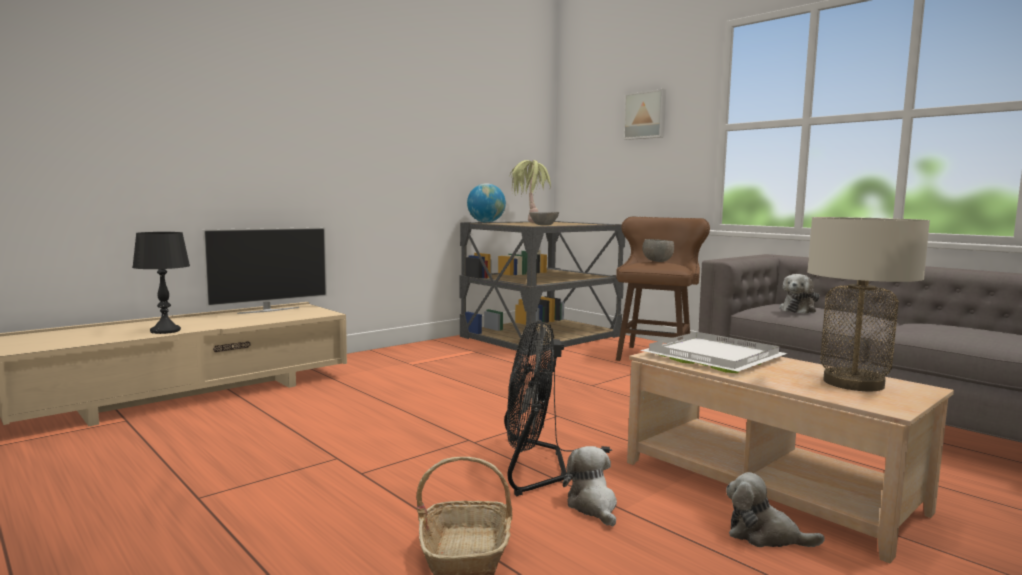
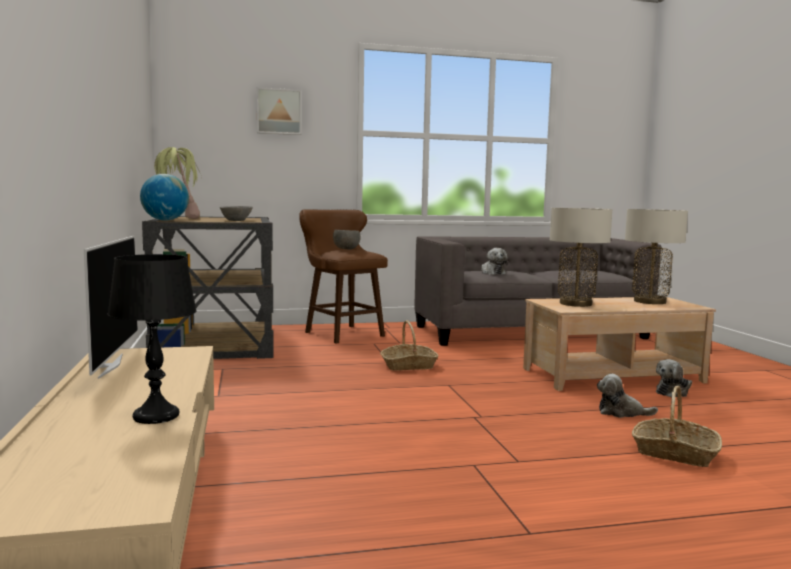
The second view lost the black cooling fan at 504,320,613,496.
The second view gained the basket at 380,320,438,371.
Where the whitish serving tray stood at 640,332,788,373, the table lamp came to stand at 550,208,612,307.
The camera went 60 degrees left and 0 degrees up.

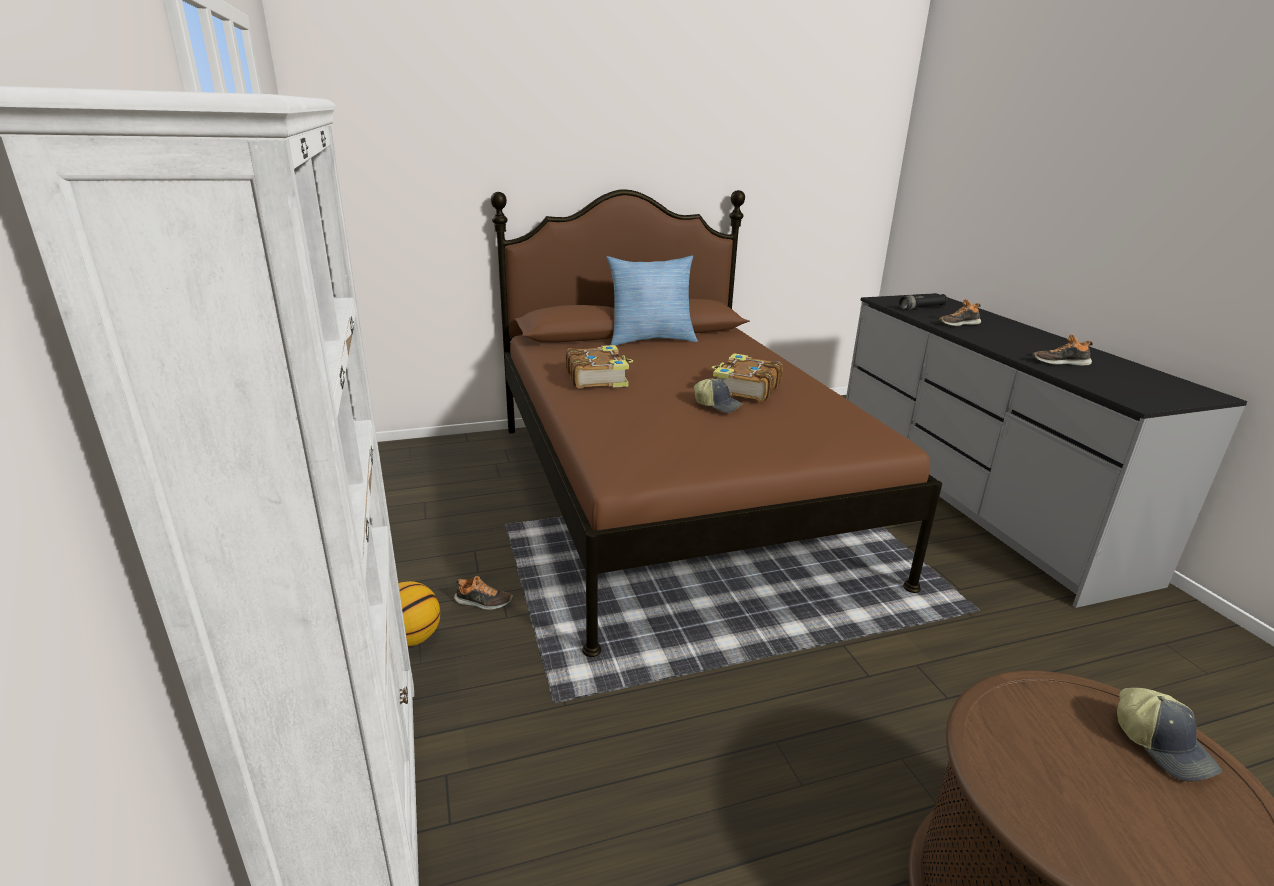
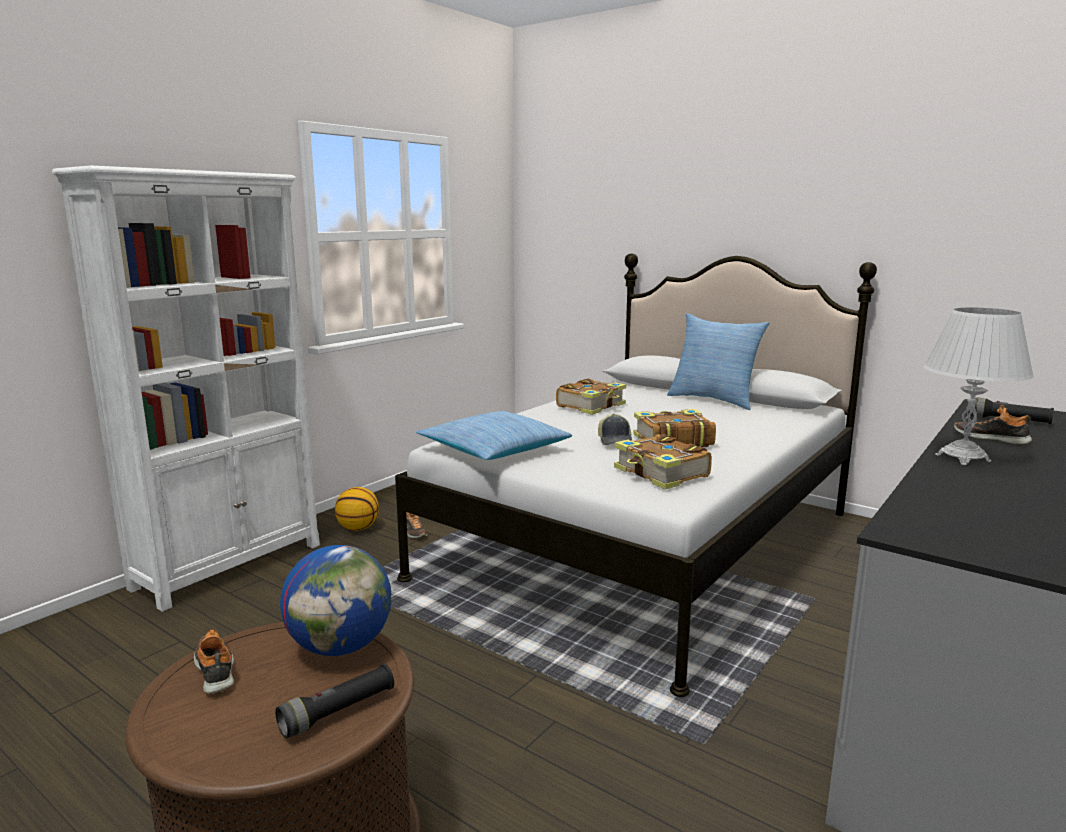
The second view gained the globe at 280,545,391,656.
The second view gained the throw pillow at 416,411,572,460.
The second view gained the volume at 614,434,712,490.
The second view gained the whitish table lamp at 924,308,1034,465.
The shoe ended up elsewhere, having gone from 1033,334,1093,366 to 194,630,234,694.
Where the cap stood at 1117,688,1222,782, the black torch came to stand at 275,664,394,738.
What was the brownish sleeping bed at 491,189,942,657 turned into the whitish sleeping bed at 395,254,877,697.
The camera went 55 degrees right and 10 degrees down.

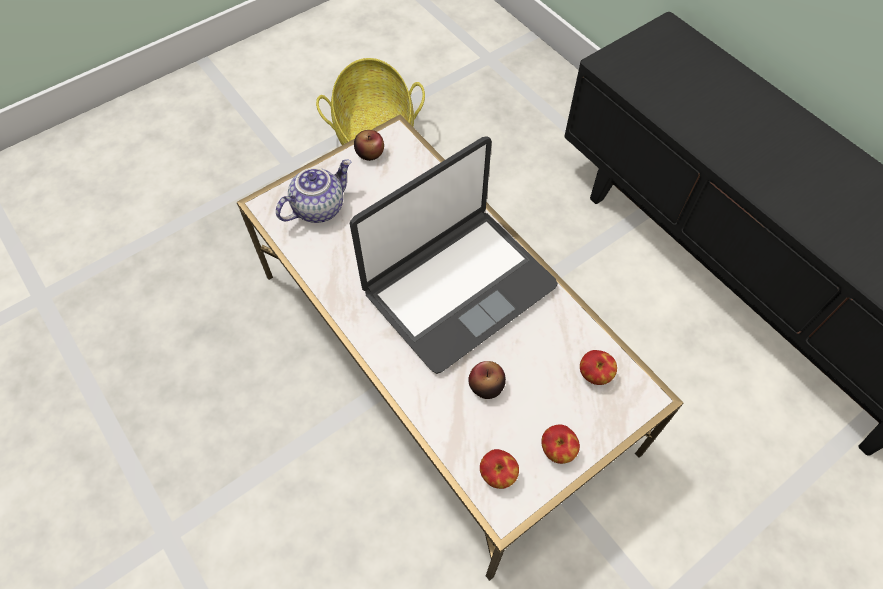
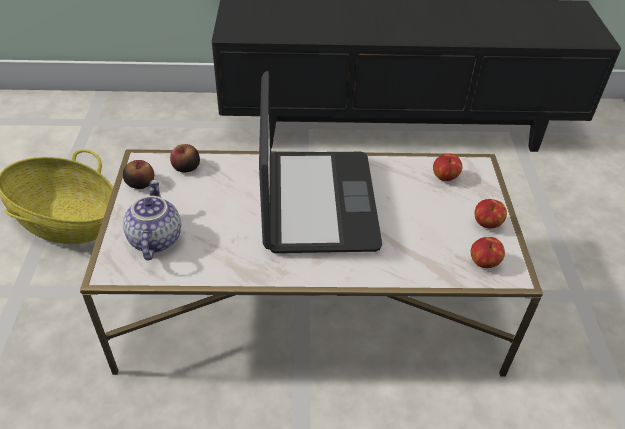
The whole apple ended up elsewhere, having gone from 468,361,506,399 to 170,144,200,172.
The camera went 55 degrees left and 15 degrees down.

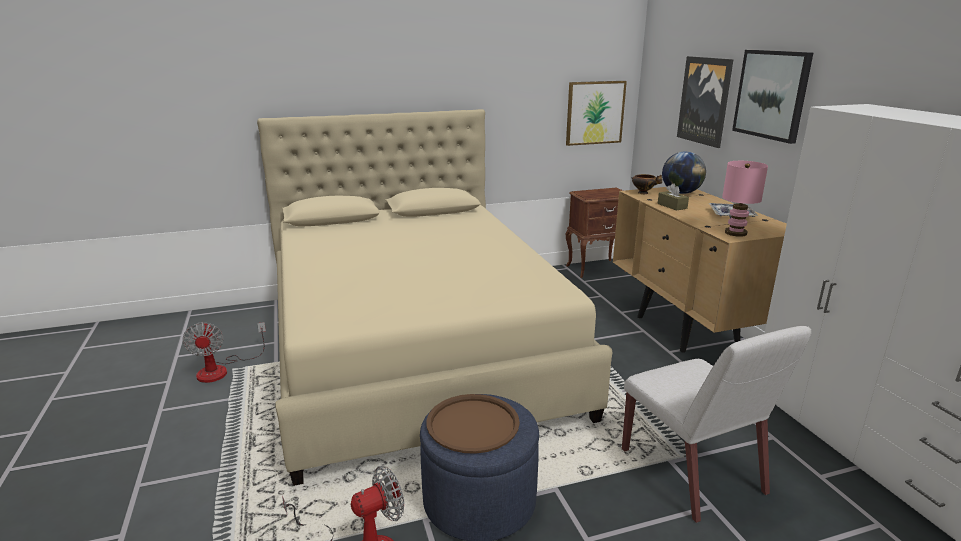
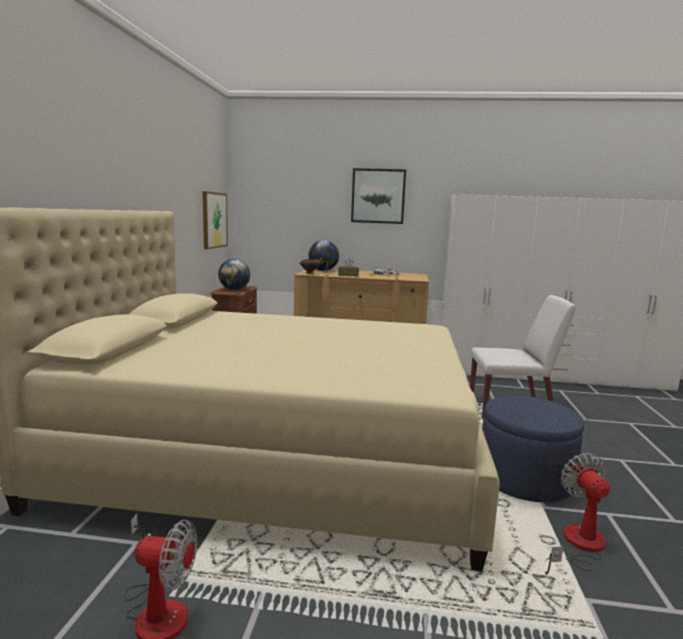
The second view lost the brownish serving tray at 426,394,520,454.
The second view lost the picture at 677,56,734,148.
The second view lost the pink-coloured table lamp at 722,161,768,237.
The second view gained the globe at 218,259,250,290.
The camera went 65 degrees left and 10 degrees down.

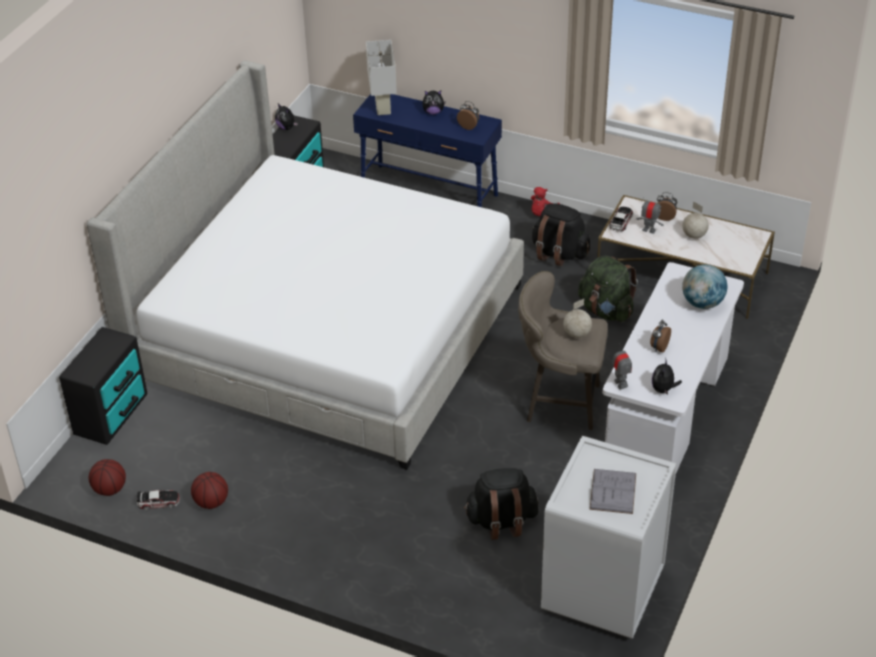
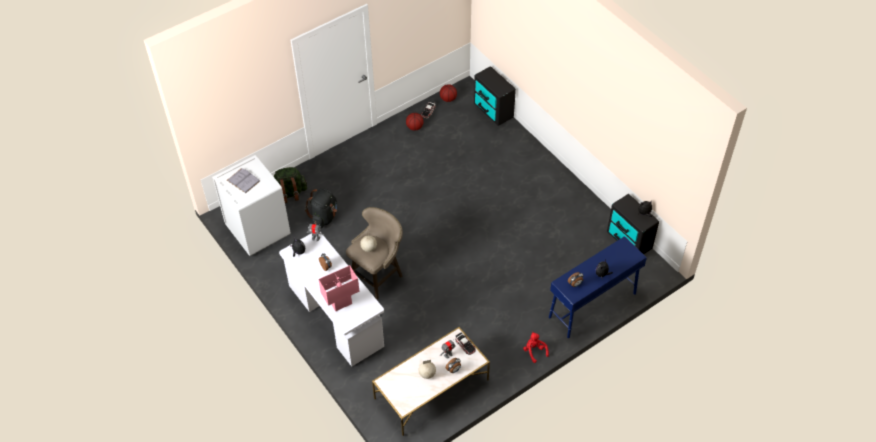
The second view lost the sleeping bed at 87,60,524,470.
The second view lost the whitish table lamp at 366,40,397,115.
The second view lost the black backpack at 532,203,590,266.
The greenish backpack ended up elsewhere, having gone from 578,256,638,322 to 274,167,307,203.
Where the globe stood at 682,264,727,309, the pink-coloured table lamp came to stand at 318,265,360,311.
The camera went 120 degrees right and 10 degrees up.

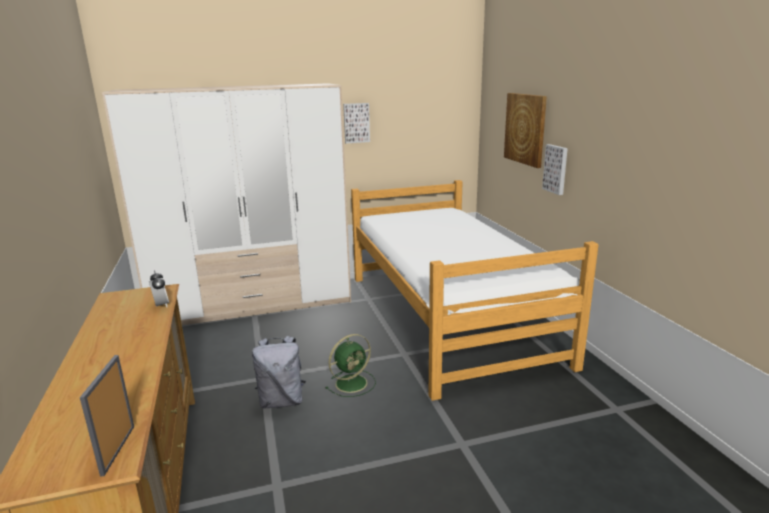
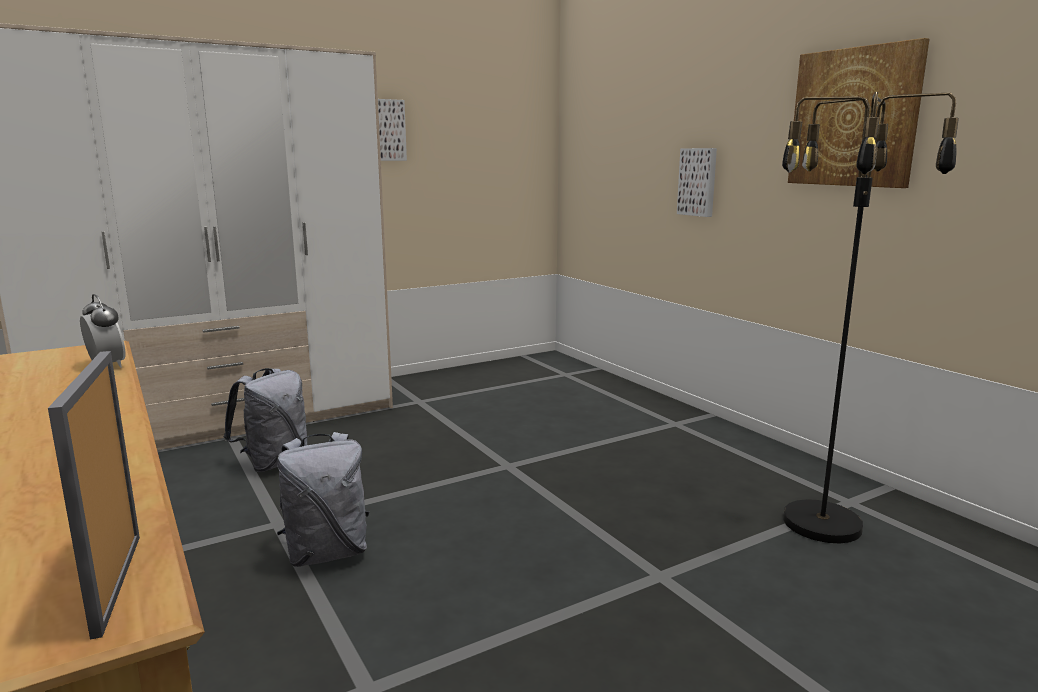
The second view lost the greenish cooling fan at 326,334,376,397.
The second view lost the sleeping bed at 351,180,599,401.
The second view gained the grey backpack at 223,368,307,472.
The second view gained the standing lamp at 782,92,959,544.
The picture ended up elsewhere, having gone from 504,93,547,168 to 788,38,929,188.
The camera went 15 degrees left and 5 degrees down.

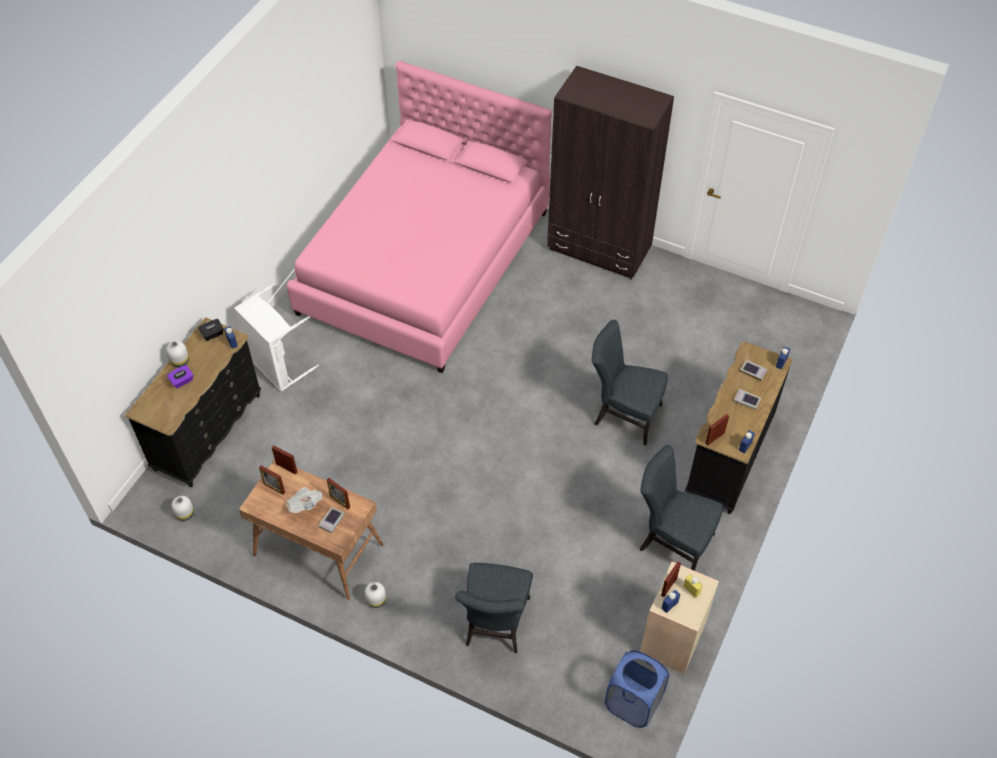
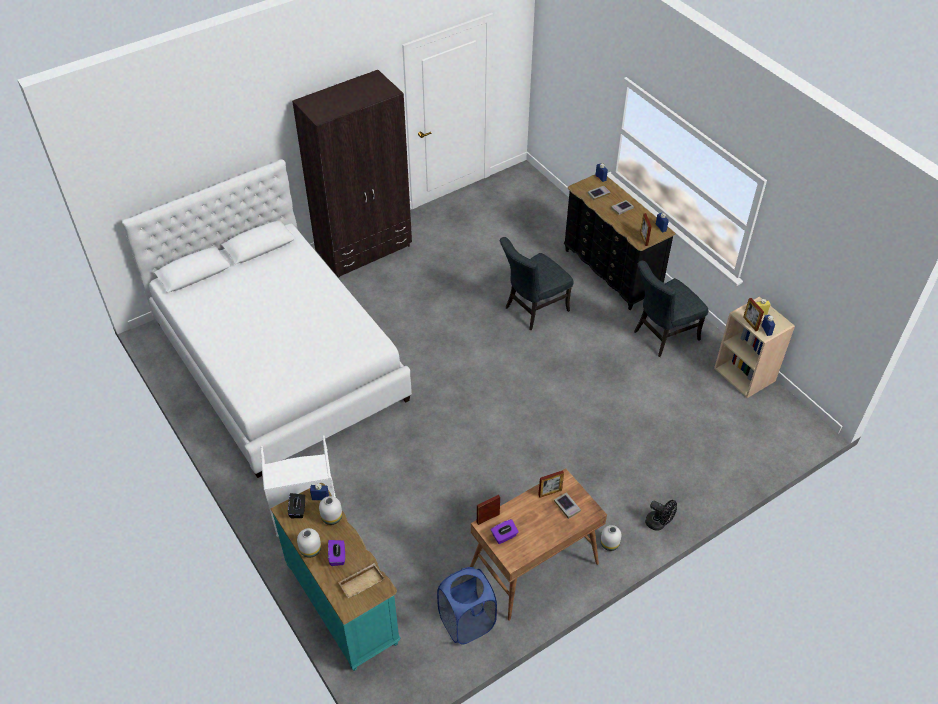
The second view lost the printed paper at 286,487,322,513.
The second view lost the grey upright chair at 455,563,533,653.
The second view gained the sand-coloured serving tray at 338,563,385,598.
The second view gained the black cooling fan at 645,500,677,531.
The whitish decorative vase ended up elsewhere, having gone from 171,496,194,521 to 319,496,342,525.
The bluish washing basket ended up elsewhere, having gone from 605,650,669,728 to 437,567,497,644.
Where the picture frame stood at 259,465,285,495, the purple-coloured tissue box came to stand at 491,519,519,544.
What was the black drawer chest at 125,317,261,488 turned into the blue-green drawer chest at 270,483,400,671.
What was the pink-coloured sleeping bed at 287,61,552,373 turned into the whitish sleeping bed at 122,159,412,478.
The camera went 60 degrees left and 5 degrees down.

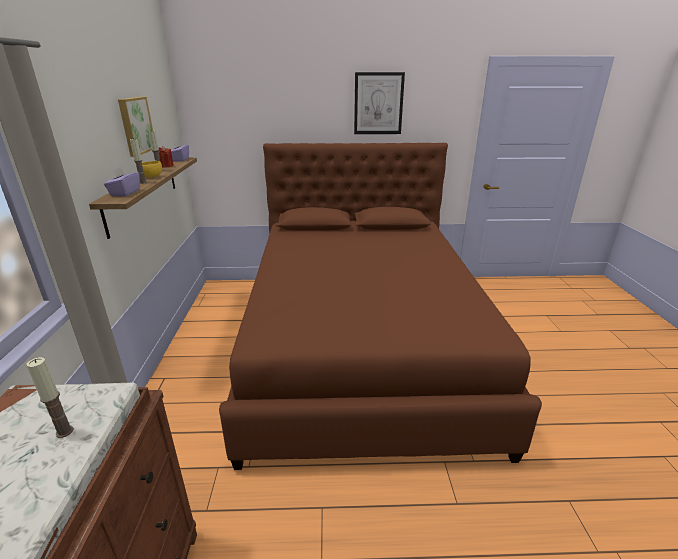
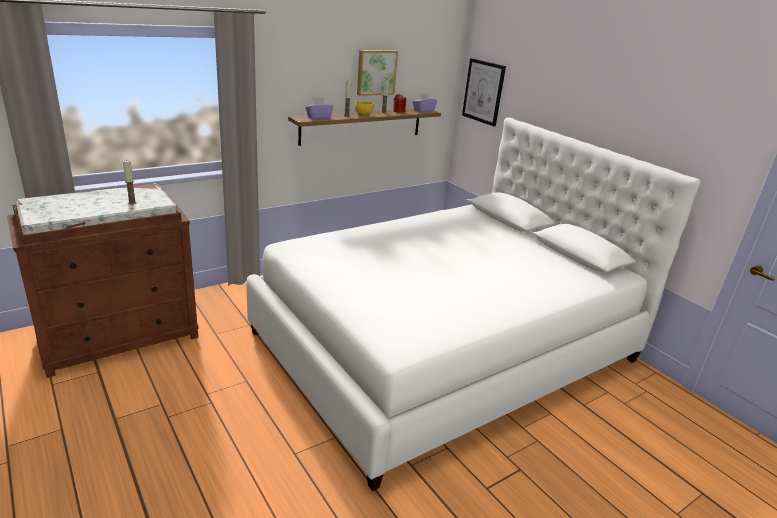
The picture ended up elsewhere, having gone from 354,72,405,134 to 462,58,506,127.
What was the brownish sleeping bed at 219,143,542,470 turned into the whitish sleeping bed at 247,117,701,491.
The camera went 55 degrees right and 0 degrees up.

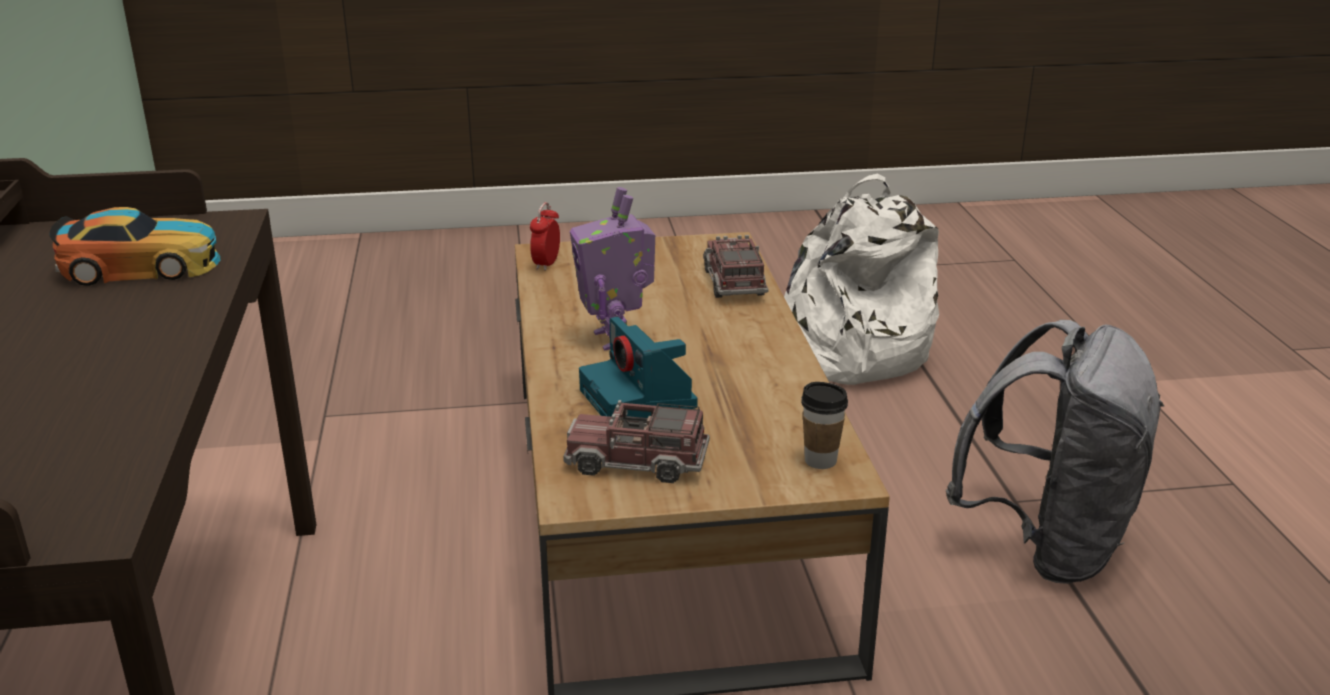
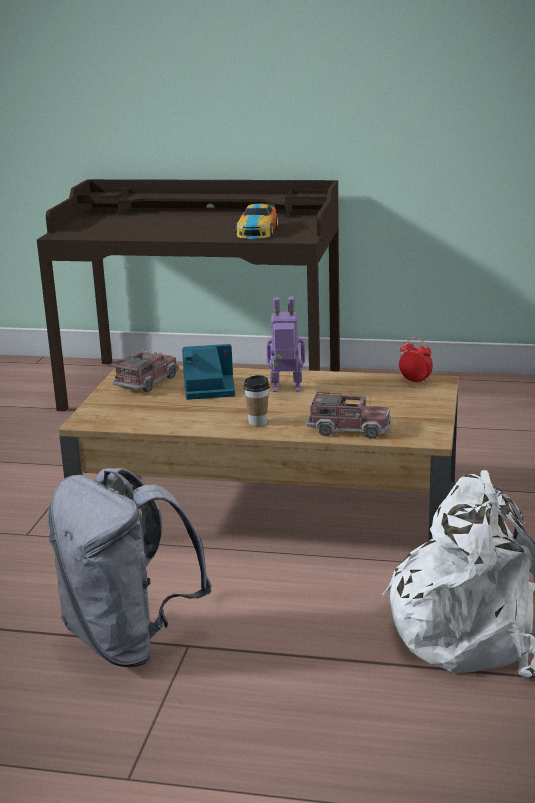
The cup ended up elsewhere, having gone from 801,382,848,469 to 243,375,270,426.
The camera went 110 degrees right and 5 degrees down.

